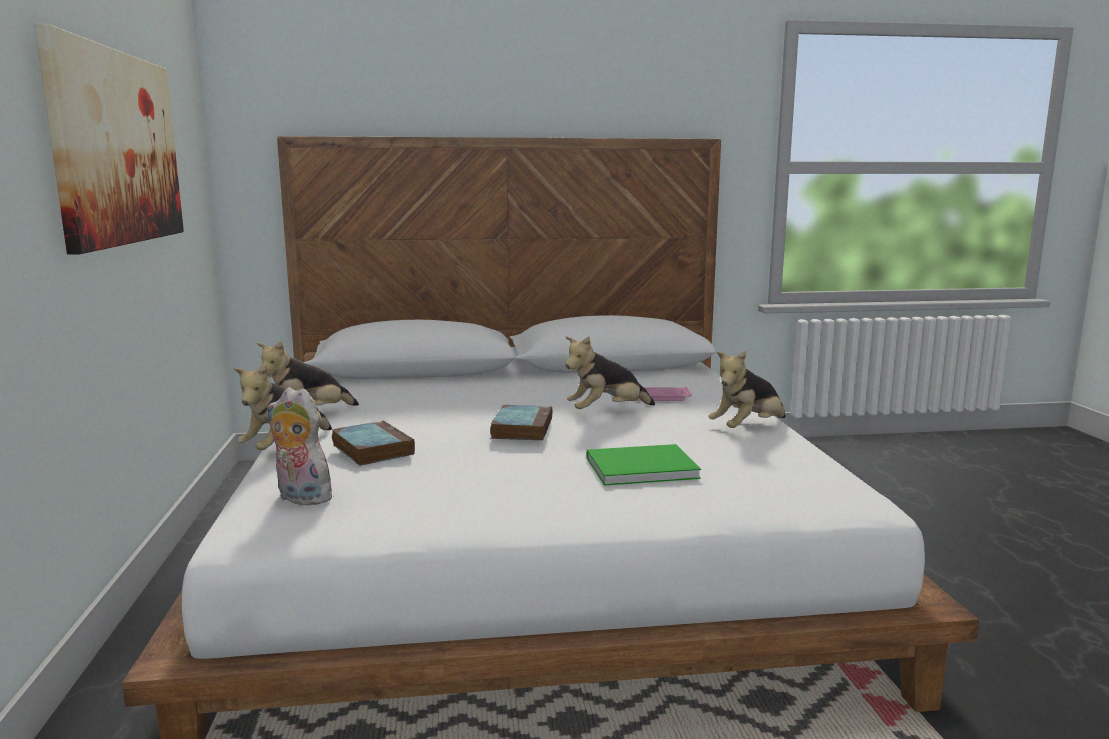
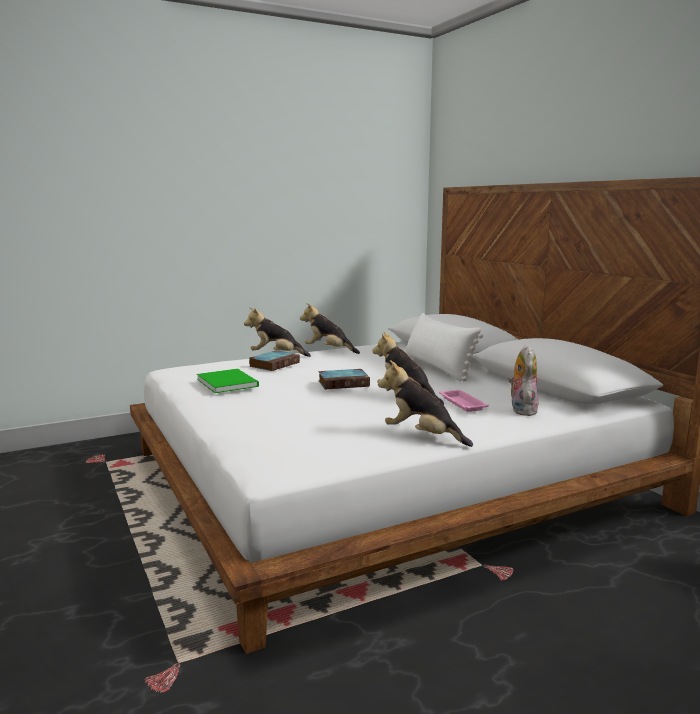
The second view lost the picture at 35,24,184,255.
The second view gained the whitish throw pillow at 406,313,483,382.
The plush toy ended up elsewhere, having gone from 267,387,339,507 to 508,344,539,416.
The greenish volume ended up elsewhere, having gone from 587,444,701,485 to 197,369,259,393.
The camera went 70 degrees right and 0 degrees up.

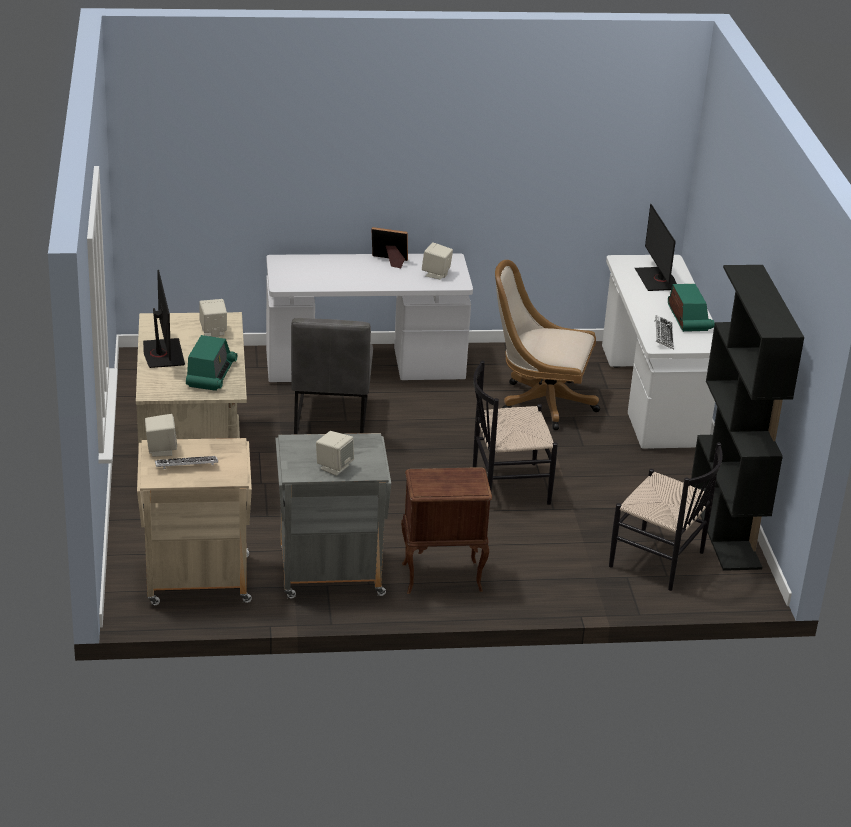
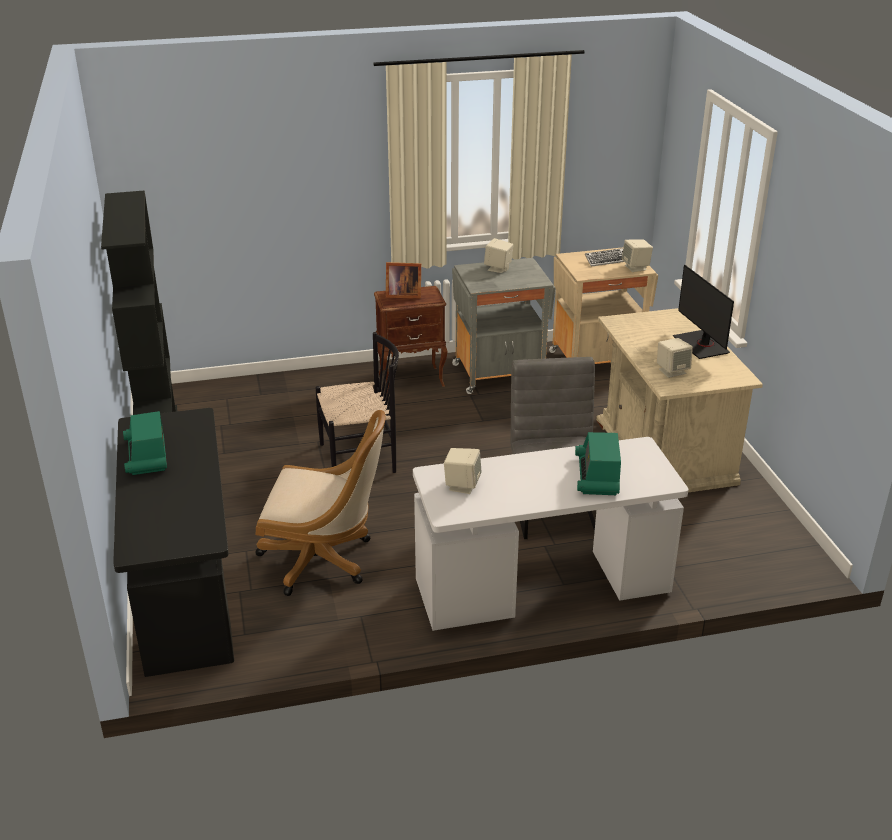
The second view lost the black upright chair at 609,443,723,591.
The second view lost the monitor at 635,204,677,291.
The second view lost the computer keyboard at 655,315,674,350.
The radio receiver ended up elsewhere, having gone from 186,335,237,391 to 575,432,621,495.
The picture frame ended up elsewhere, having gone from 372,227,408,268 to 386,262,421,299.
What was the whitish desk table at 602,255,715,449 turned into the black desk table at 113,408,234,677.
The camera went 175 degrees right and 0 degrees up.

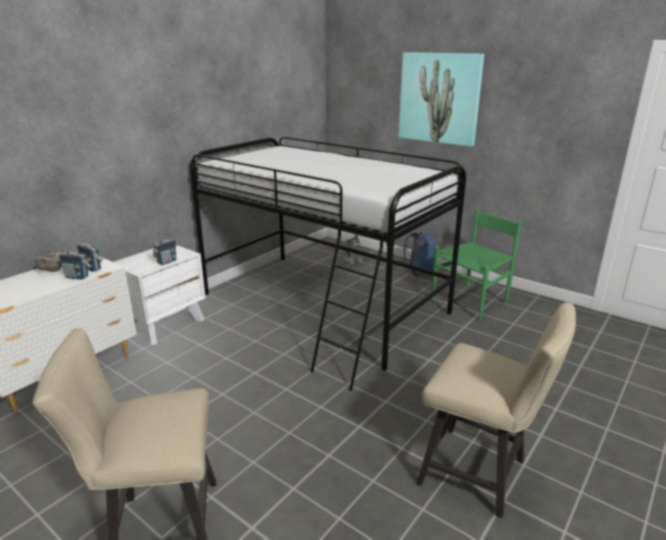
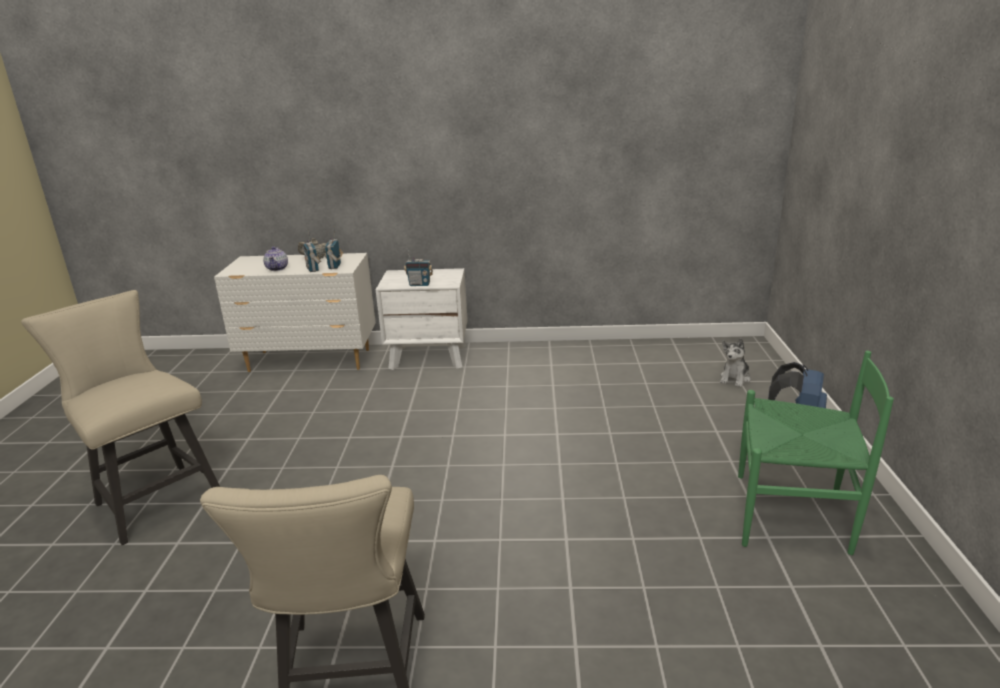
The second view lost the black sleeping bed at 190,137,466,391.
The second view lost the picture at 399,52,484,147.
The second view gained the teapot at 263,247,288,271.
The camera went 55 degrees right and 0 degrees up.

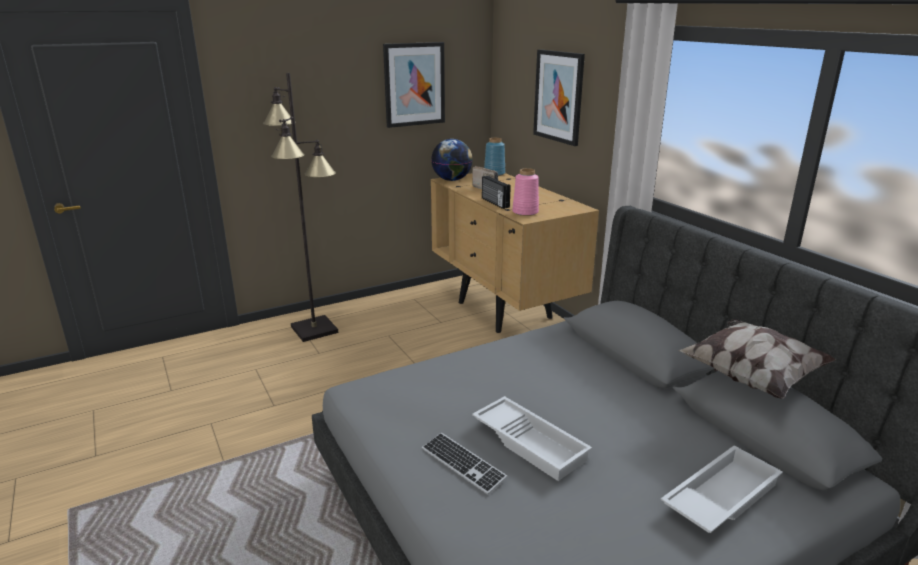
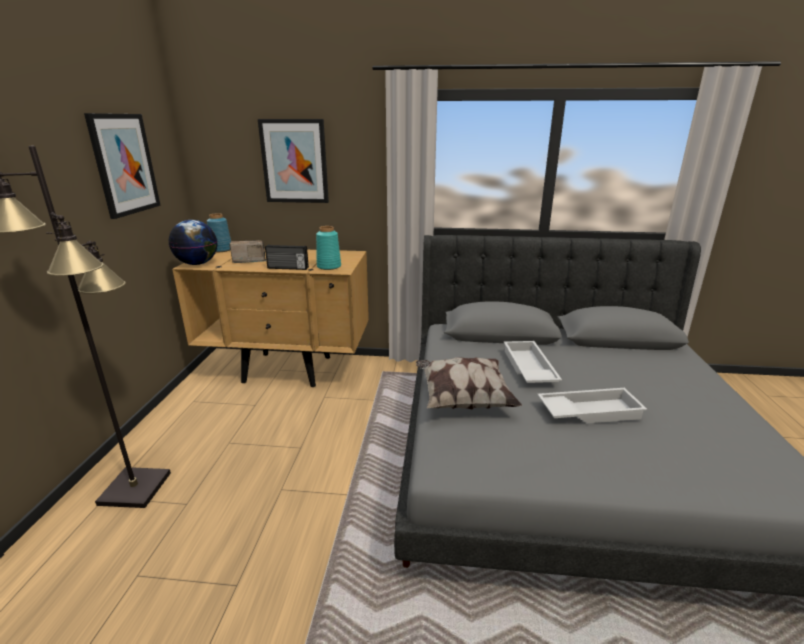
The second view lost the computer keyboard at 422,433,507,495.
The whitish serving tray ended up elsewhere, having gone from 661,446,783,533 to 504,341,562,383.
The throw pillow ended up elsewhere, having gone from 678,319,836,399 to 416,357,522,410.
What was the pink-coloured decorative vase at 512,168,539,216 turned into the blue-green decorative vase at 316,226,341,270.
The camera went 55 degrees left and 0 degrees up.

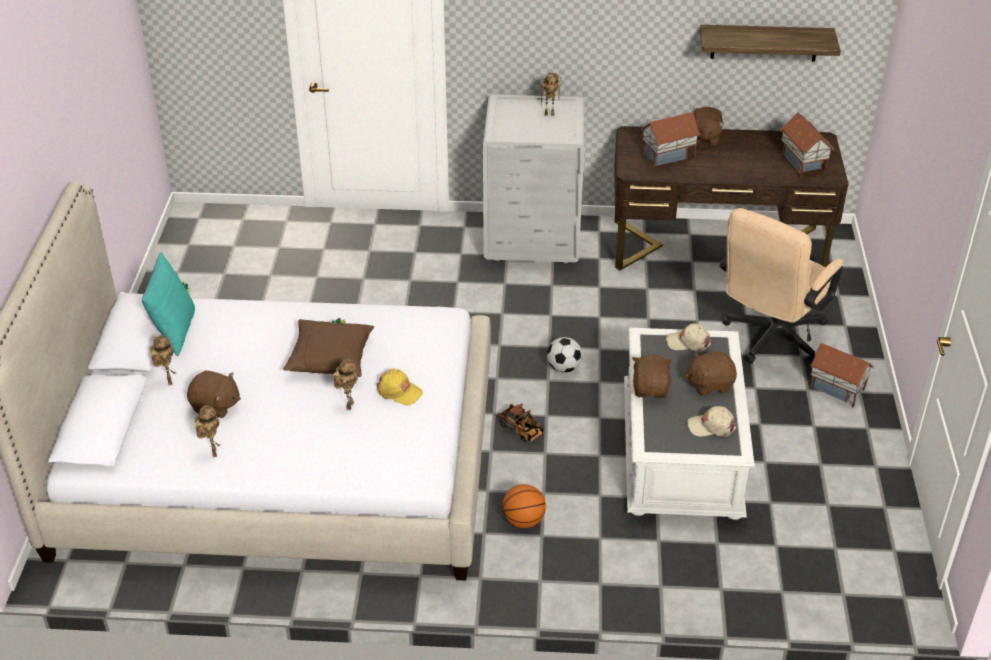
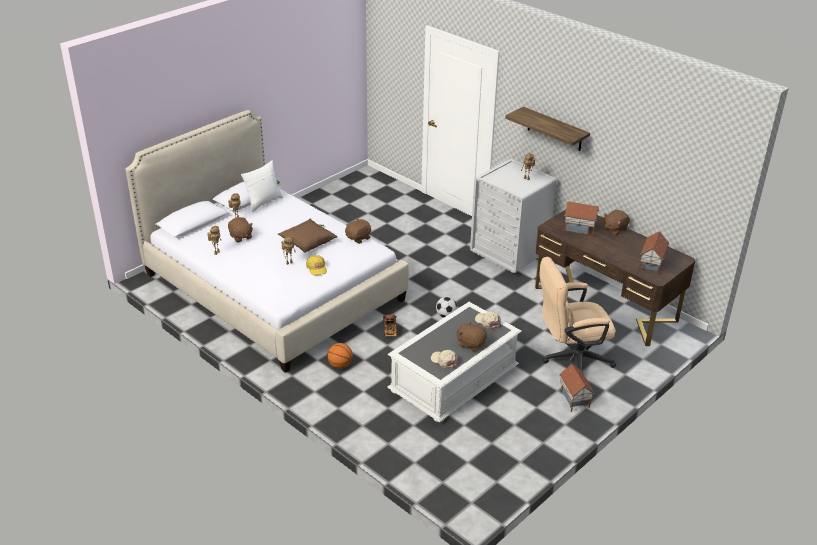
The brownish plush toy ended up elsewhere, having gone from 632,354,673,398 to 345,218,372,244.
The wall shelf ended up elsewhere, having gone from 700,25,841,62 to 505,107,590,151.
What was the blue-green throw pillow at 142,252,195,356 turned into the whitish throw pillow at 241,160,283,212.
The camera went 40 degrees right and 5 degrees down.

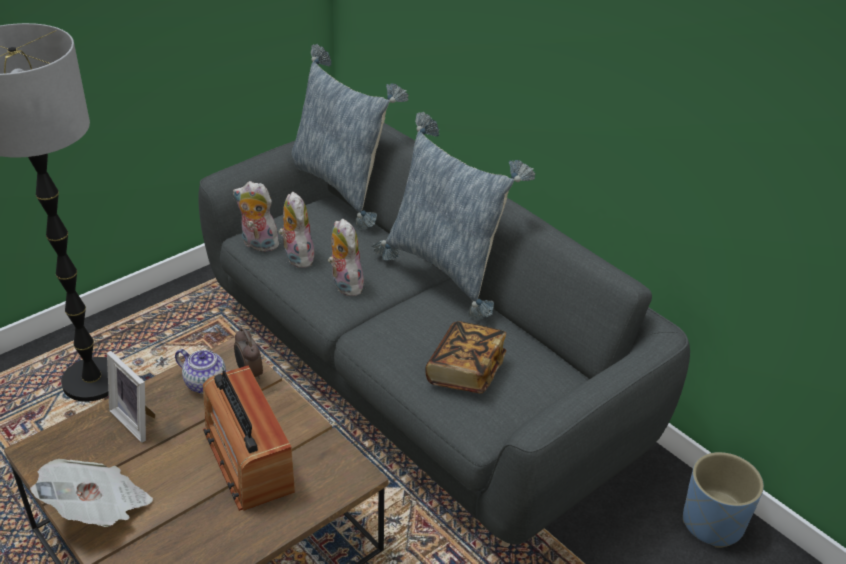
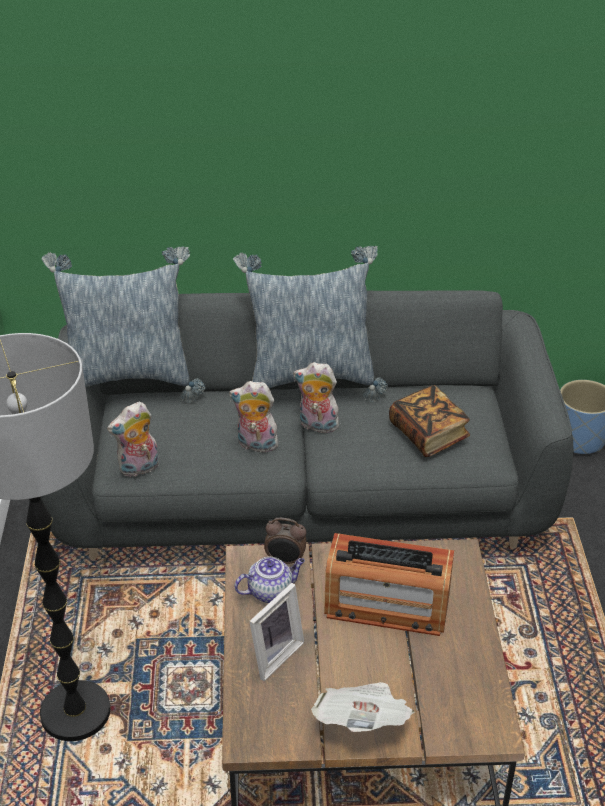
The plush toy ended up elsewhere, having gone from 279,192,314,268 to 293,362,341,433.
The picture frame at 107,351,155,443 ended up facing another way, 45 degrees counterclockwise from before.
The camera went 50 degrees left and 0 degrees up.

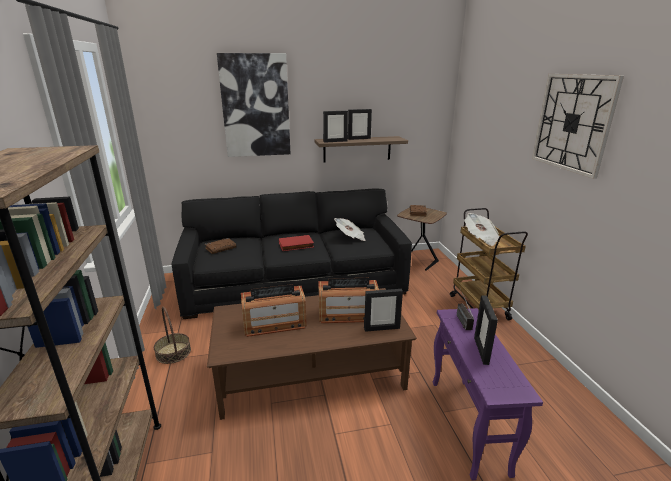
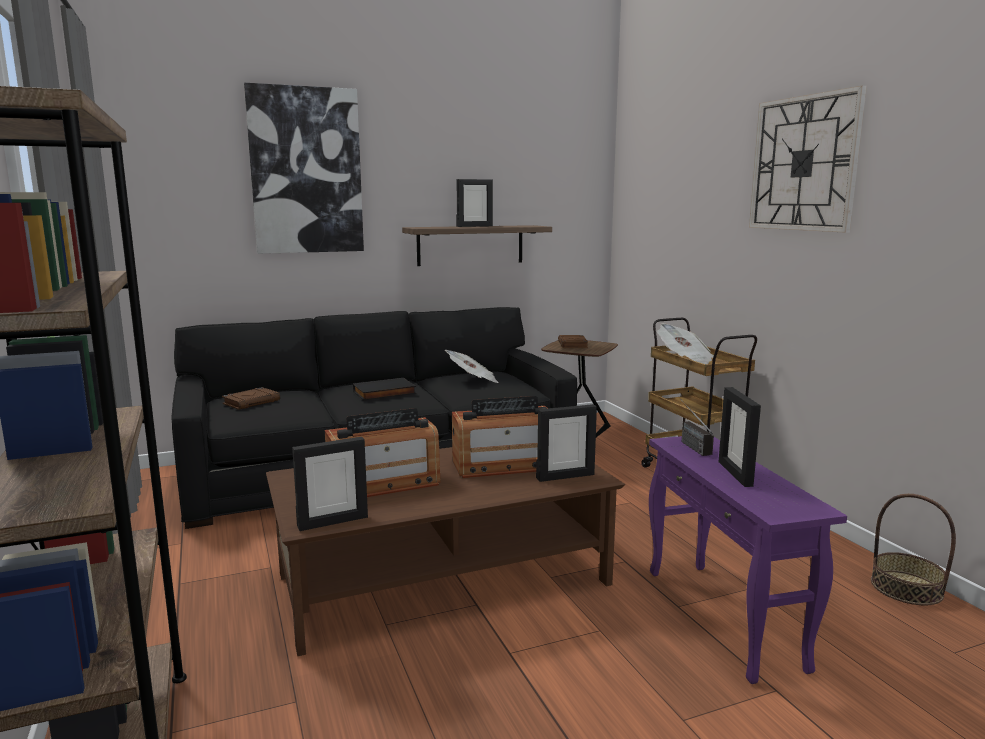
The basket ended up elsewhere, having gone from 154,306,191,364 to 871,494,956,605.
The picture frame ended up elsewhere, having gone from 323,111,348,143 to 292,437,368,531.
What was the reddish volume at 279,235,314,251 turned into the black volume at 353,378,417,401.
The camera went 10 degrees left and 10 degrees down.

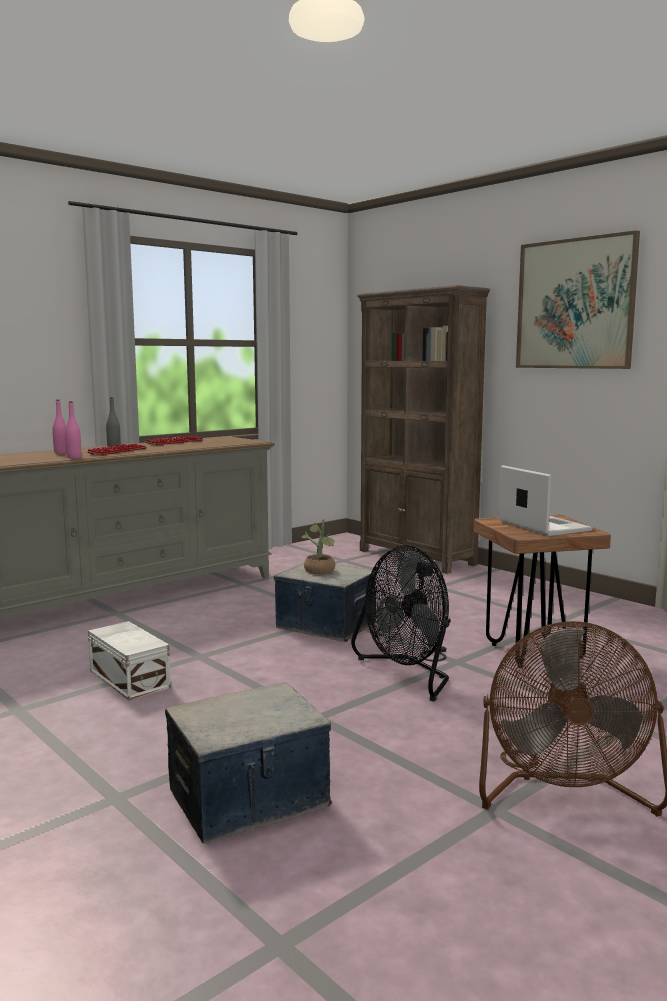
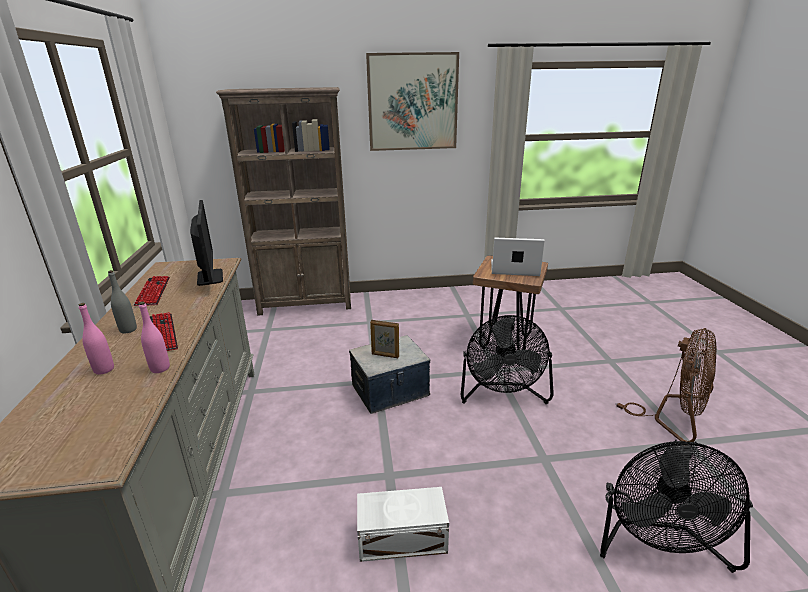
The second view gained the monitor at 190,200,223,286.
Where the storage box stood at 165,682,332,844, the black cooling fan came to stand at 600,440,753,573.
Where the houseplant stood at 301,519,335,574, the picture frame came to stand at 370,320,399,358.
The camera went 55 degrees left and 15 degrees up.

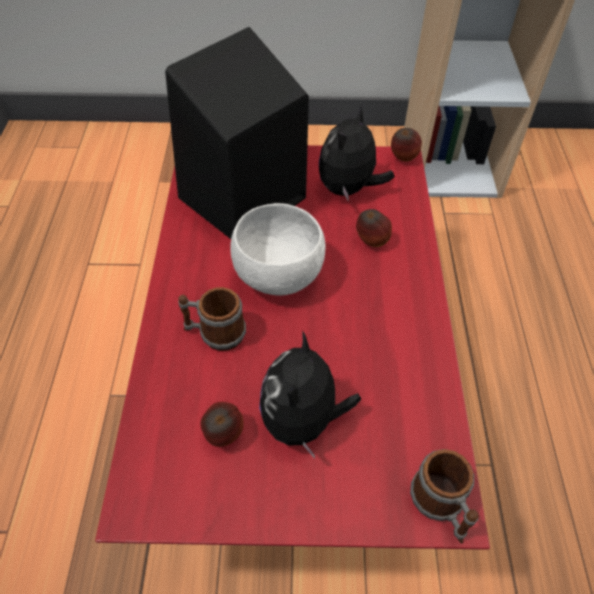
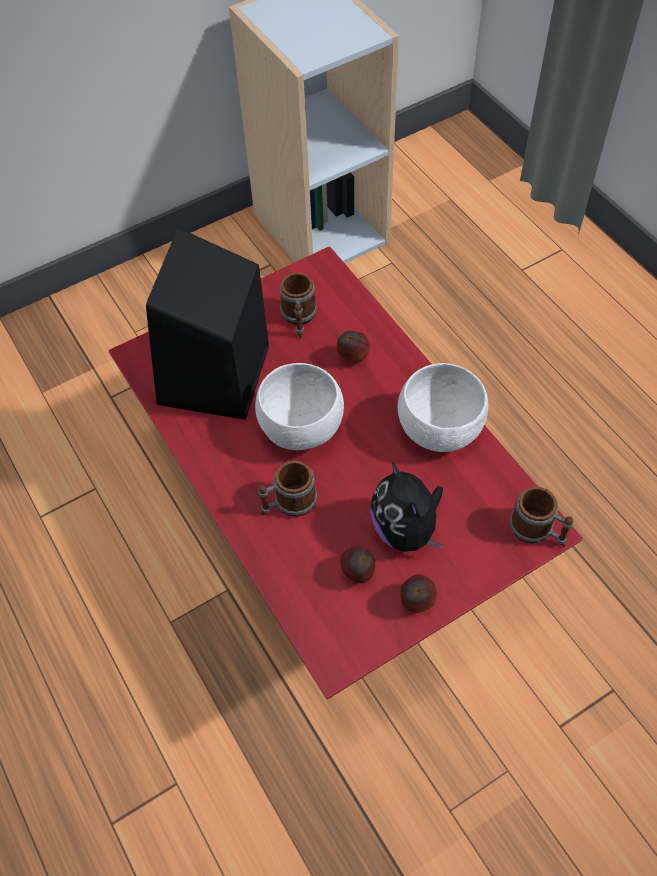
The second view gained the whitish serving bowl at 398,363,488,452.
The whole apple ended up elsewhere, having gone from 391,128,422,161 to 400,574,437,613.
Where the plush toy stood at 319,105,395,201, the mug came to stand at 279,272,317,339.
The camera went 30 degrees left and 5 degrees up.

